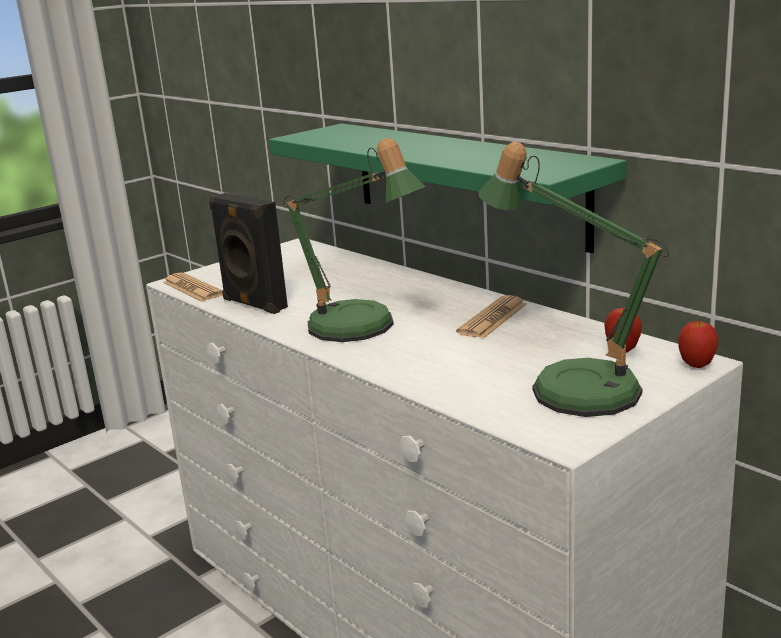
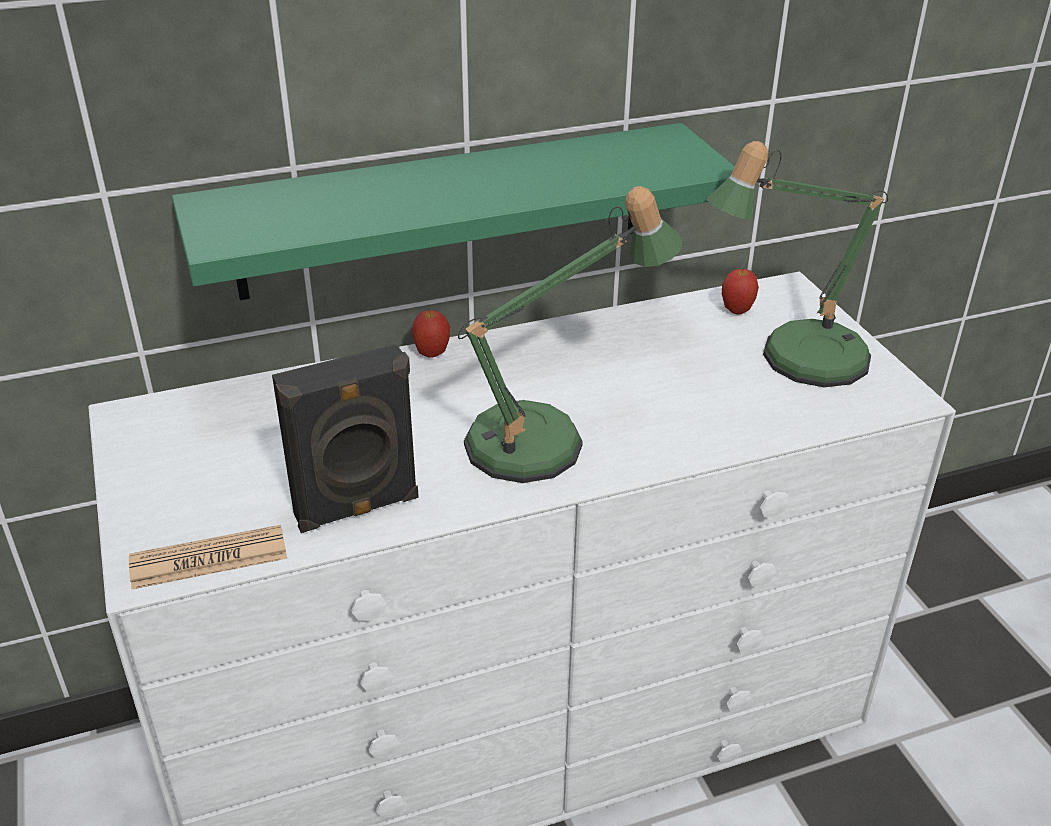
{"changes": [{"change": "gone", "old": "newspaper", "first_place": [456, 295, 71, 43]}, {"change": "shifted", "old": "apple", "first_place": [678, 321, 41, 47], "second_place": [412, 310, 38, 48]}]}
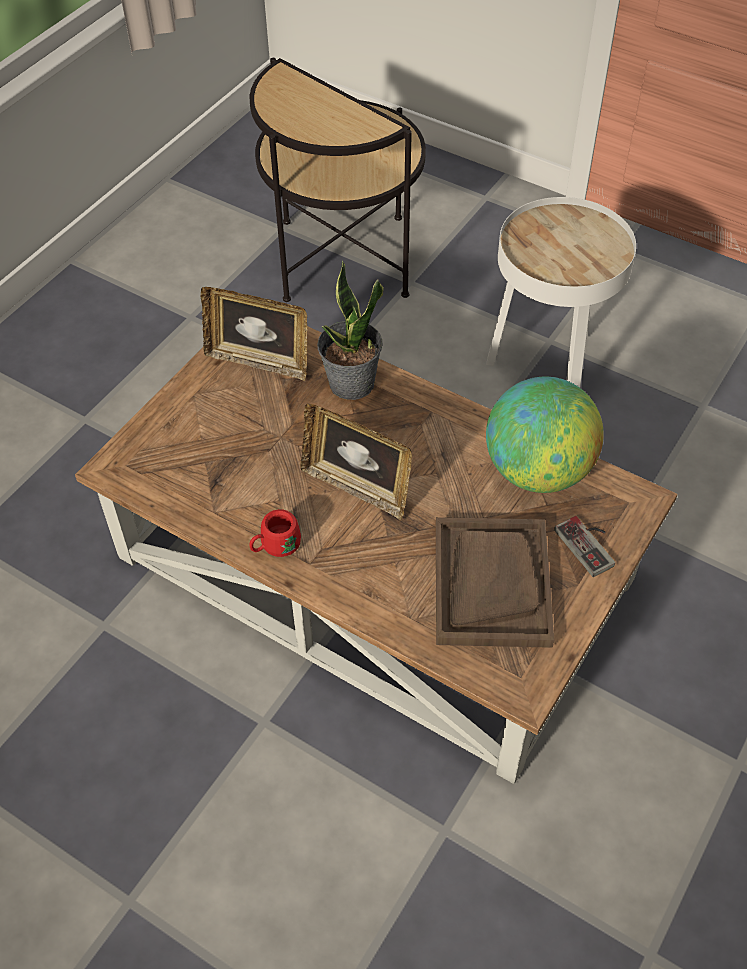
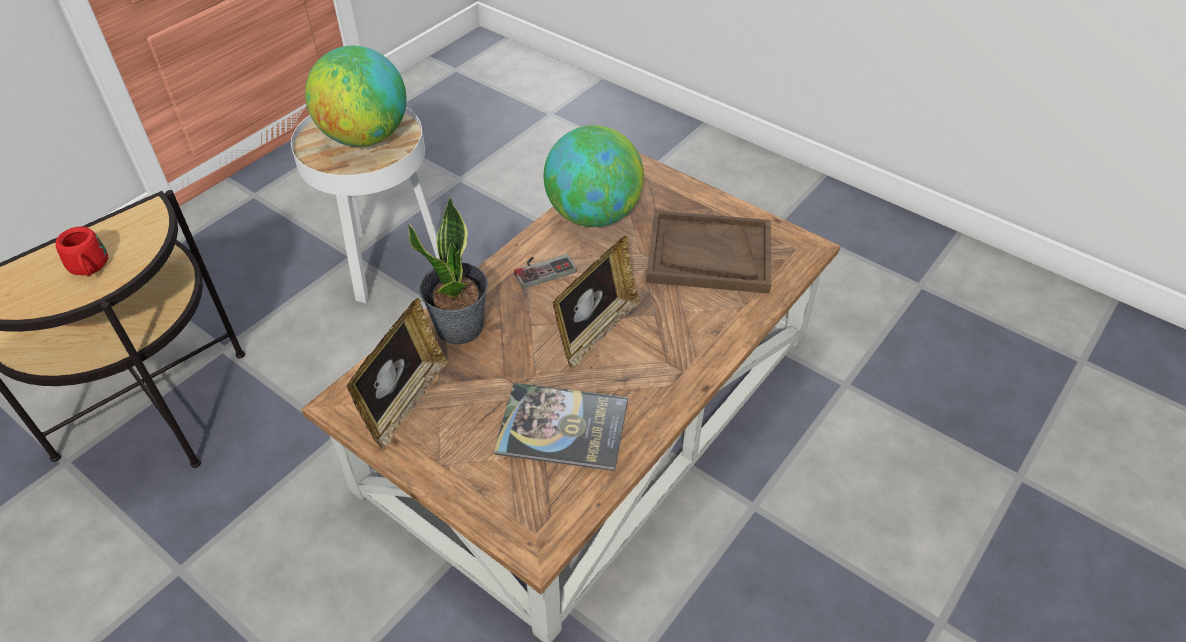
{"changes": [{"change": "shifted", "old": "red mug", "first_place": [249, 509, 52, 48], "second_place": [56, 226, 52, 50]}, {"change": "shifted", "old": "game controller", "first_place": [554, 516, 61, 61], "second_place": [514, 254, 63, 35]}, {"change": "new", "new": "globe", "second_place": [305, 46, 102, 101]}, {"change": "new", "new": "book", "second_place": [494, 383, 134, 88]}]}
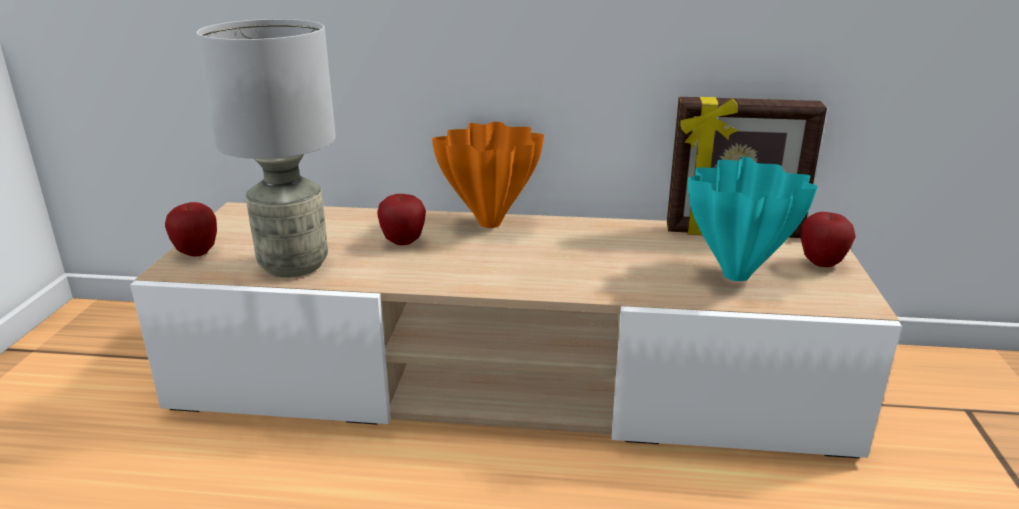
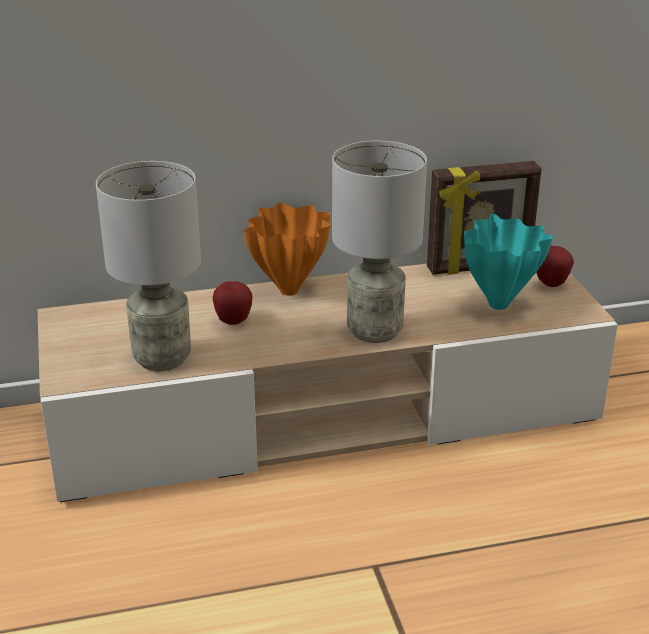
{"changes": [{"change": "gone", "old": "apple", "first_place": [165, 202, 52, 55]}, {"change": "new", "new": "grey table lamp", "second_place": [332, 141, 95, 202]}]}
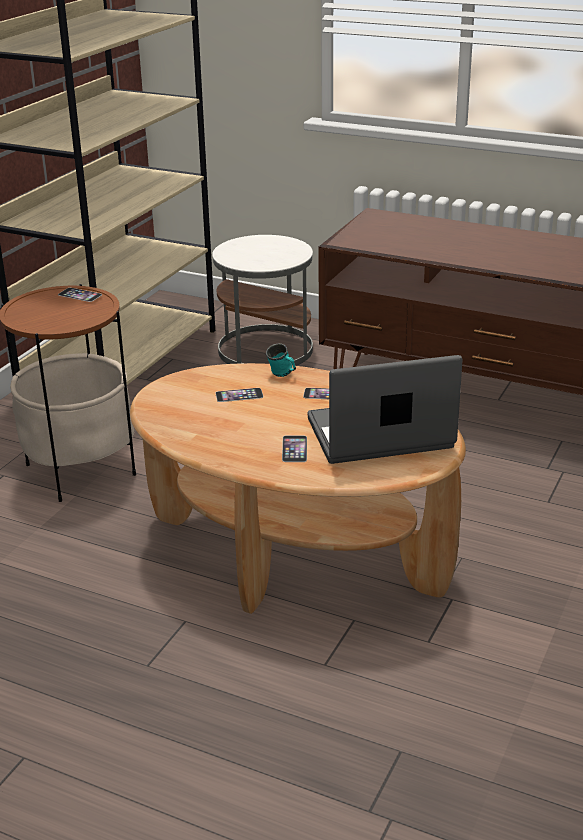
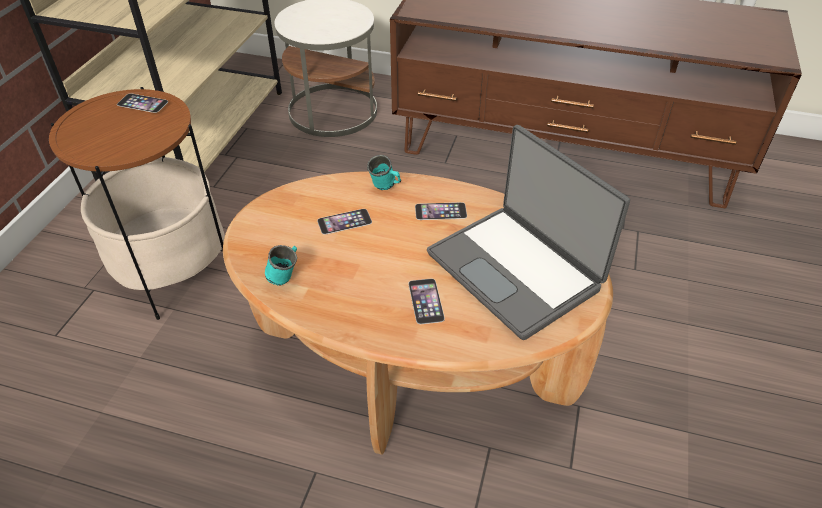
{"changes": [{"change": "rotated", "old": "laptop", "first_place": [308, 355, 155, 109], "second_place": [427, 125, 203, 215], "degrees": -105}, {"change": "new", "new": "turquoise mug", "second_place": [265, 245, 32, 41]}]}
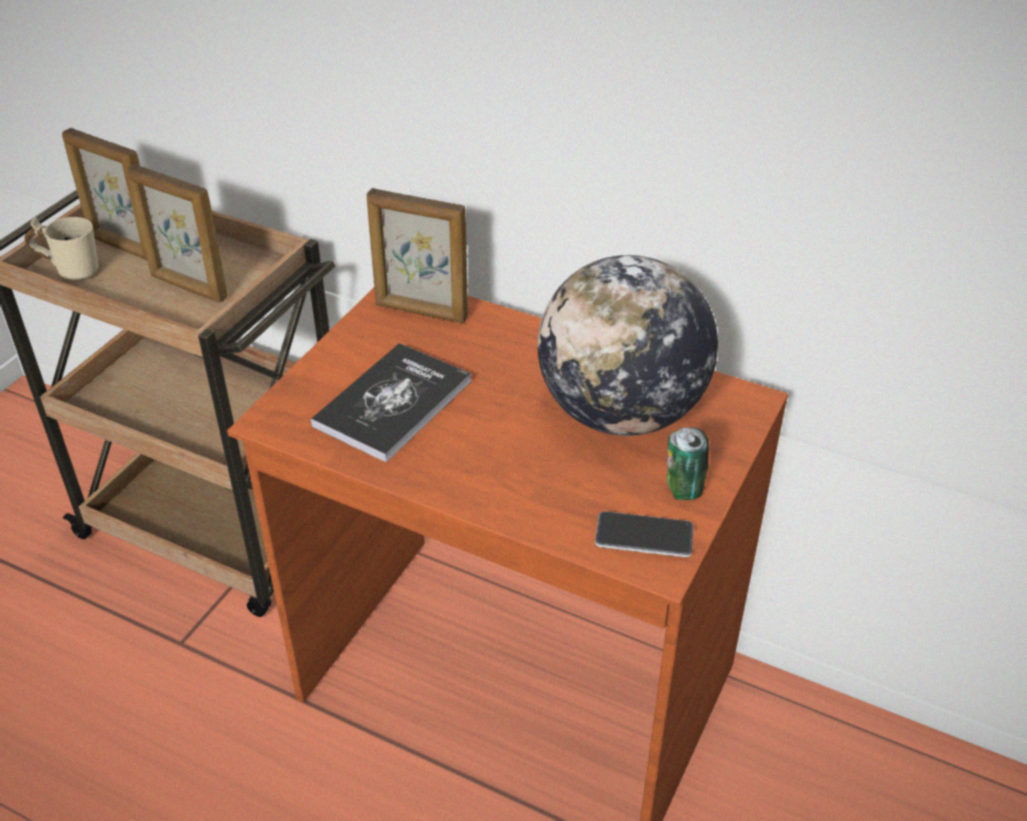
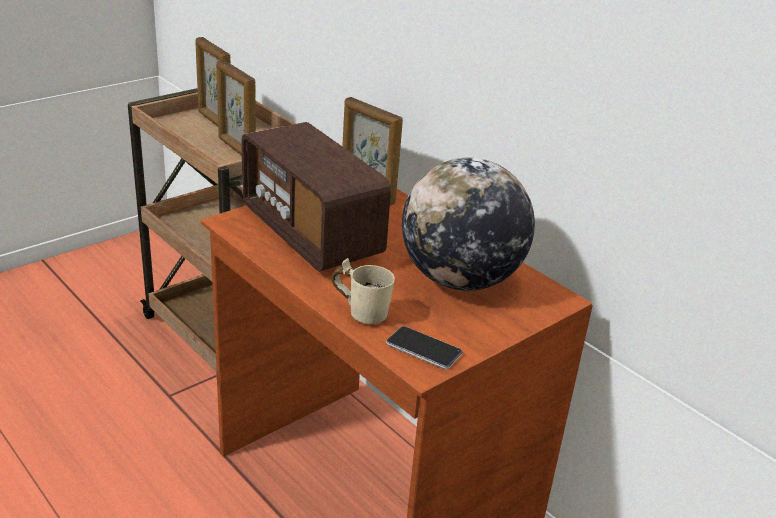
{"changes": [{"change": "shifted", "old": "beige mug", "first_place": [24, 217, 75, 63], "second_place": [332, 258, 63, 66]}, {"change": "swapped", "old": "book", "new": "radio", "first_place": [311, 343, 160, 119], "second_place": [241, 122, 150, 150]}, {"change": "gone", "old": "can", "first_place": [667, 427, 42, 73]}]}
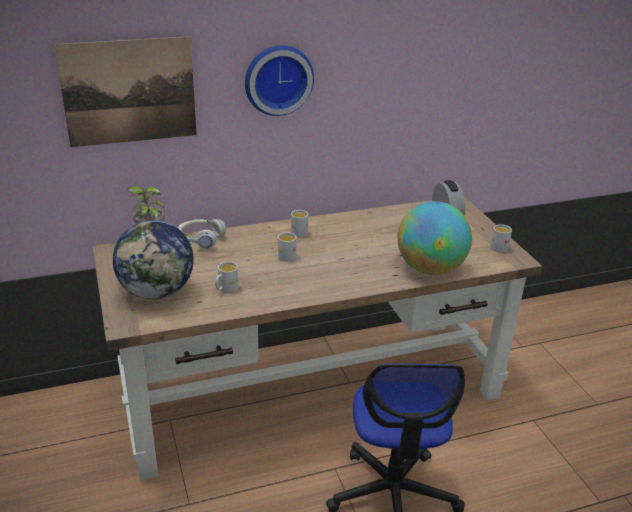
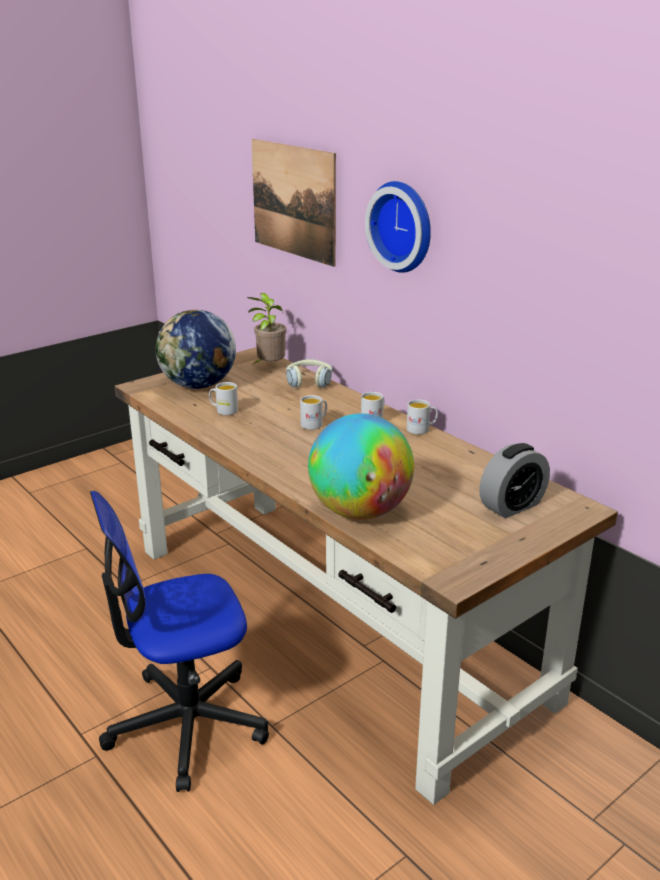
{"changes": [{"change": "shifted", "old": "white mug", "first_place": [491, 224, 21, 28], "second_place": [406, 400, 32, 35]}]}
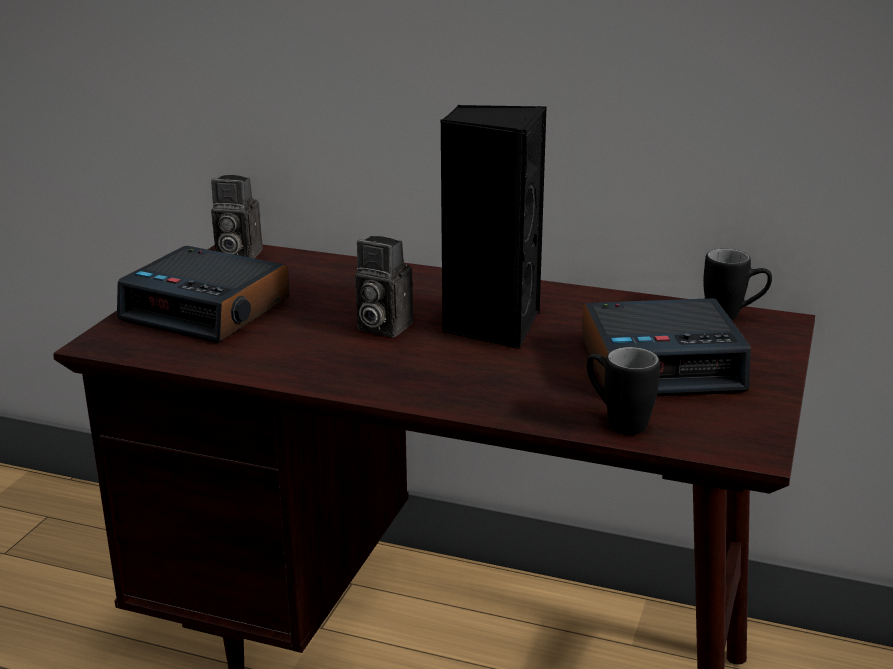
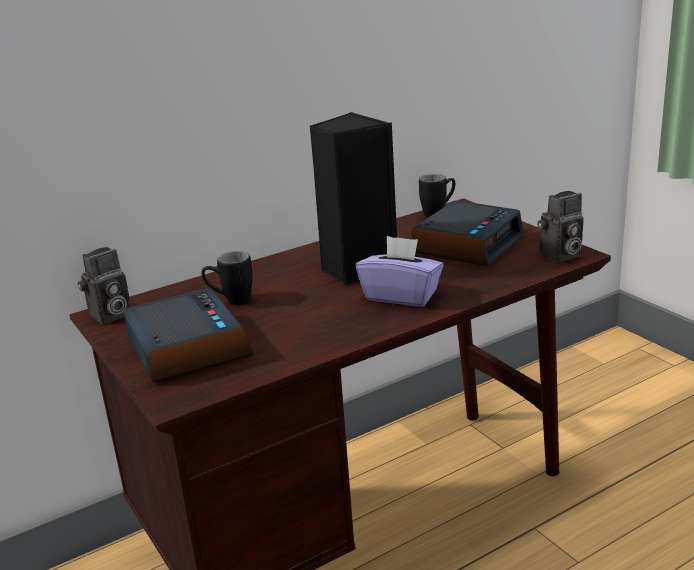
{"changes": [{"change": "shifted", "old": "photo camera", "first_place": [355, 236, 59, 102], "second_place": [538, 191, 46, 71]}, {"change": "rotated", "old": "alarm clock", "first_place": [117, 246, 173, 97], "second_place": [124, 288, 129, 94], "degrees": -90}, {"change": "shifted", "old": "black mug", "first_place": [587, 347, 73, 88], "second_place": [202, 251, 51, 54]}, {"change": "new", "new": "purple tissue box", "second_place": [356, 236, 88, 71]}]}
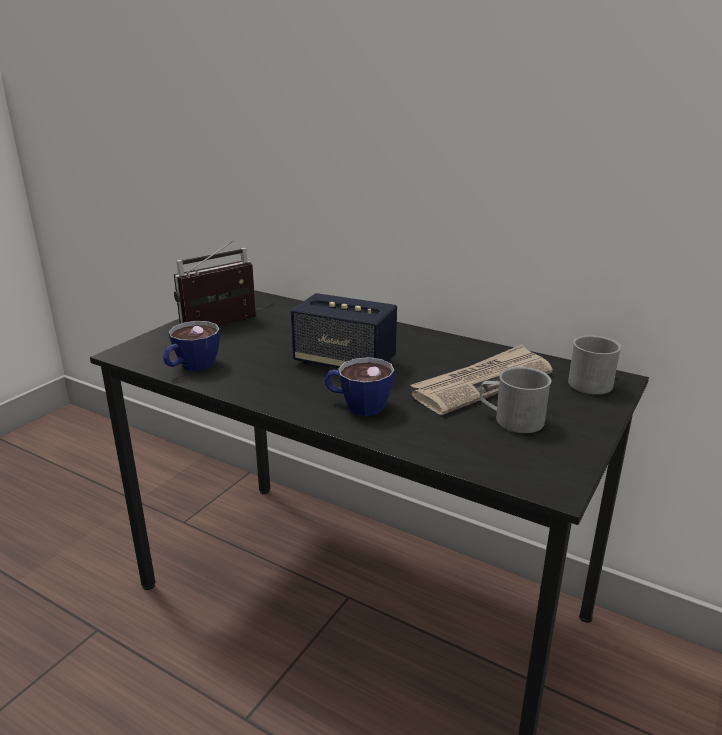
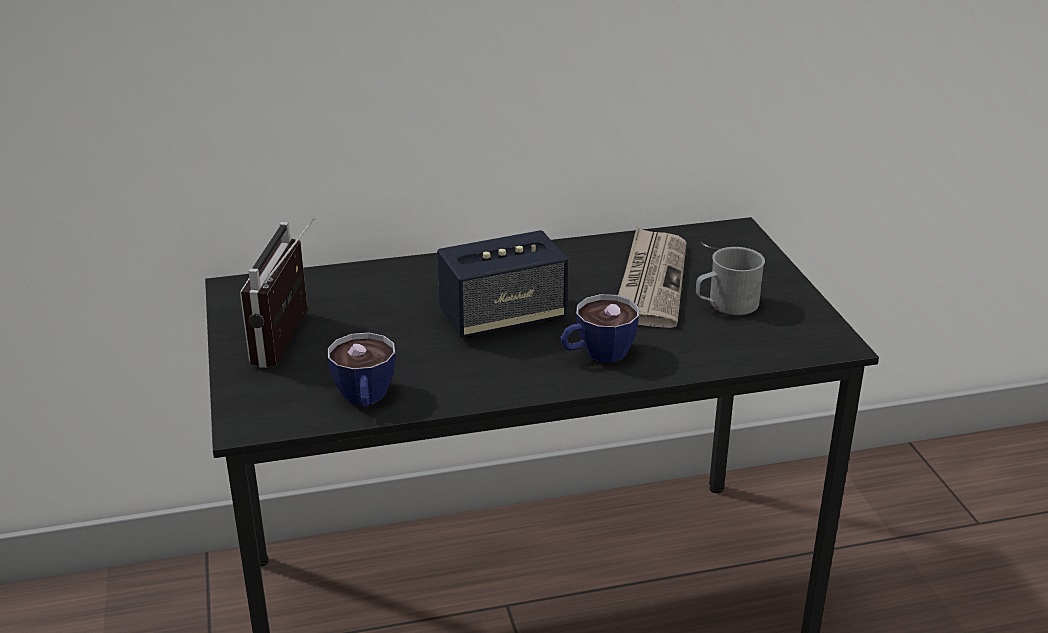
{"changes": [{"change": "gone", "old": "grey mug", "first_place": [568, 335, 53, 60]}]}
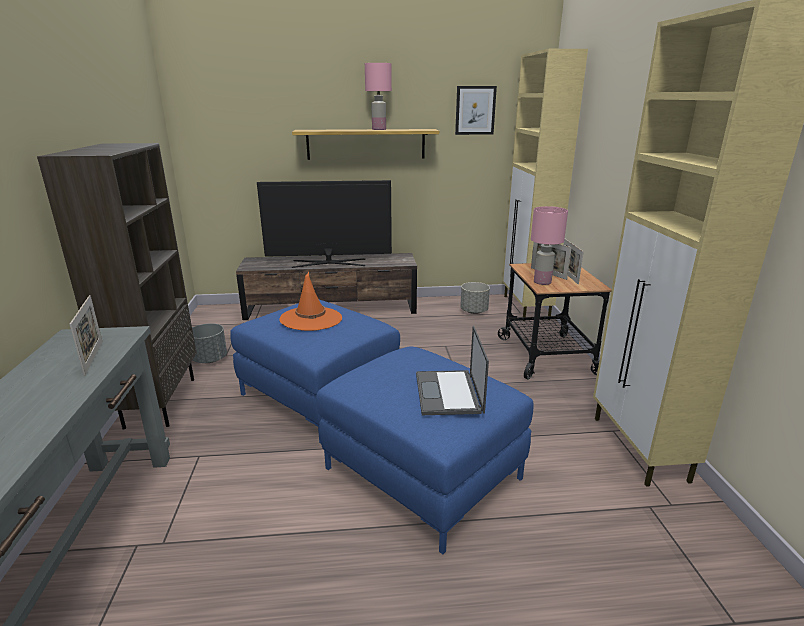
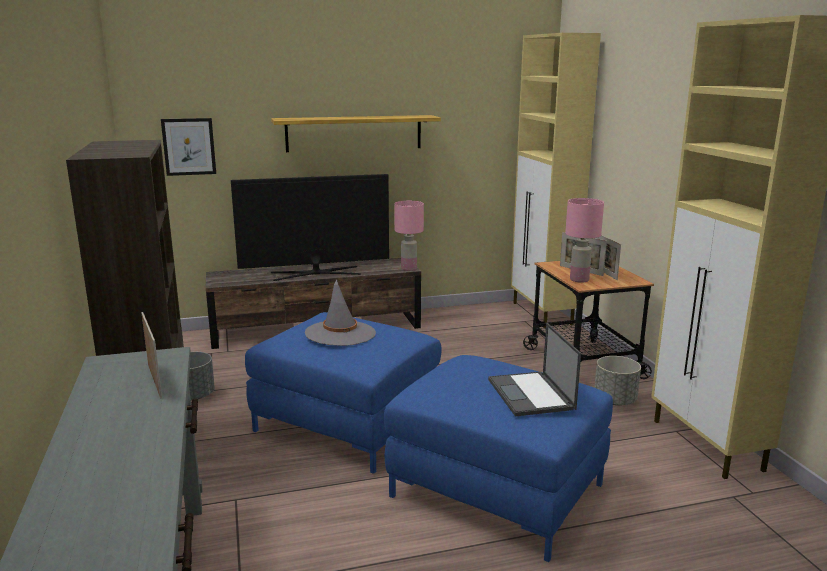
{"changes": [{"change": "shifted", "old": "pink table lamp", "first_place": [365, 63, 27, 67], "second_place": [394, 201, 30, 70]}, {"change": "shifted", "old": "picture", "first_place": [455, 86, 42, 49], "second_place": [161, 118, 55, 58]}, {"change": "repainted", "old": "orange hat", "new": "grey hat", "first_place": [279, 272, 63, 59], "second_place": [305, 280, 71, 66]}, {"change": "shifted", "old": "grey planter", "first_place": [460, 282, 30, 32], "second_place": [594, 356, 47, 49]}]}
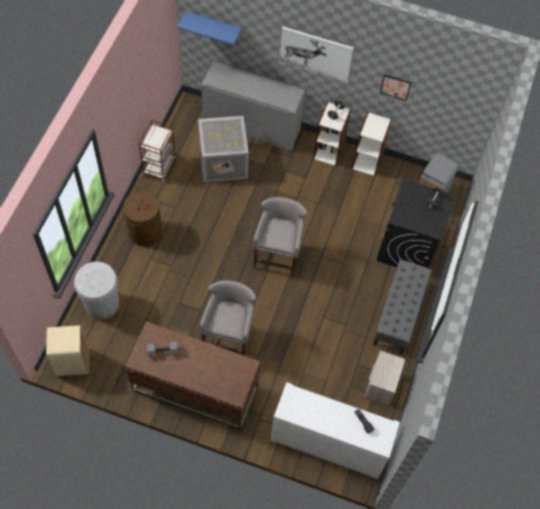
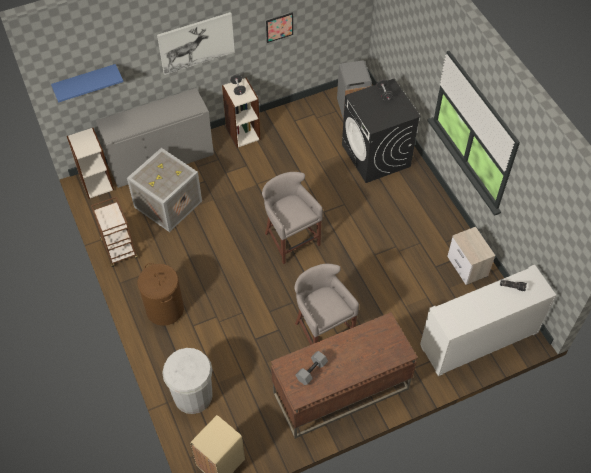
{"changes": [{"change": "shifted", "old": "bookcase", "first_place": [352, 112, 40, 64], "second_place": [67, 128, 47, 71]}, {"change": "gone", "old": "grey bench", "first_place": [373, 260, 58, 95]}]}
